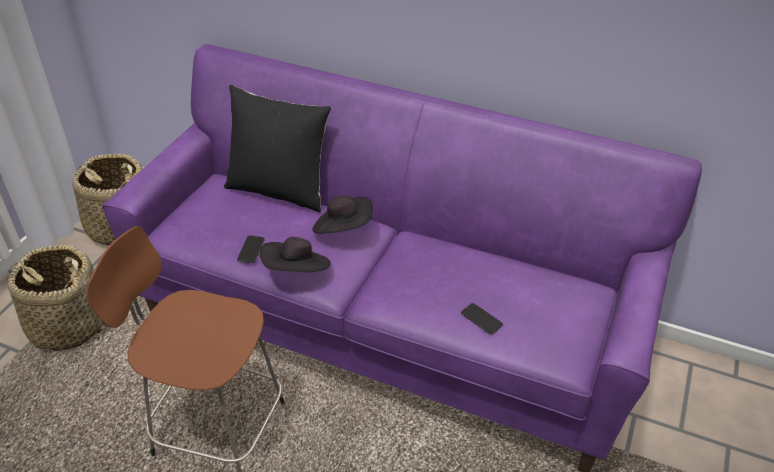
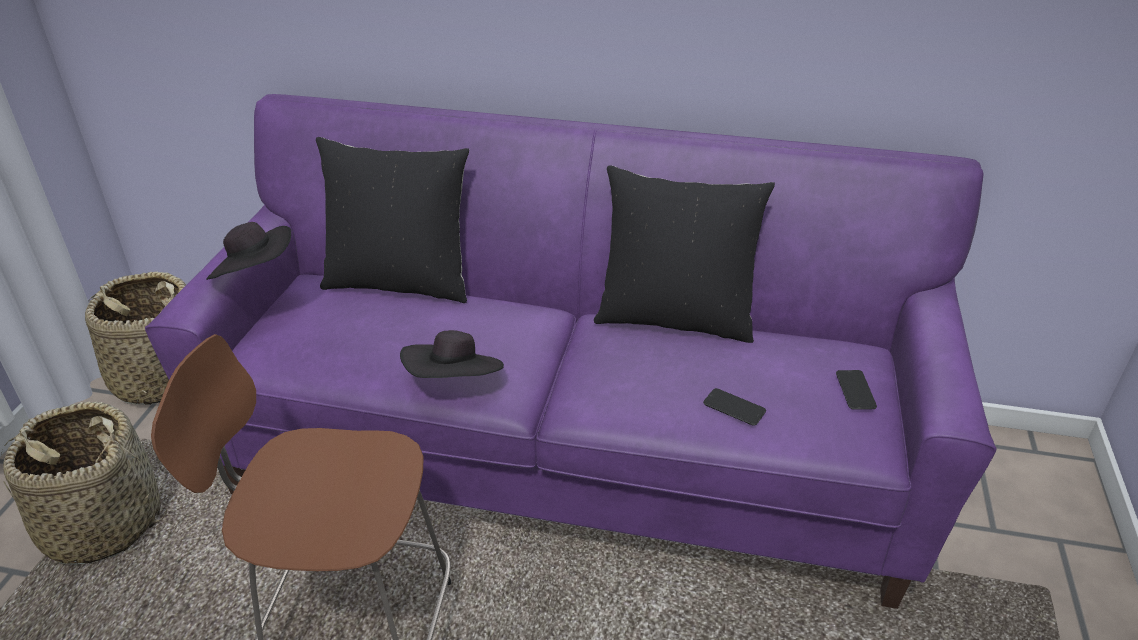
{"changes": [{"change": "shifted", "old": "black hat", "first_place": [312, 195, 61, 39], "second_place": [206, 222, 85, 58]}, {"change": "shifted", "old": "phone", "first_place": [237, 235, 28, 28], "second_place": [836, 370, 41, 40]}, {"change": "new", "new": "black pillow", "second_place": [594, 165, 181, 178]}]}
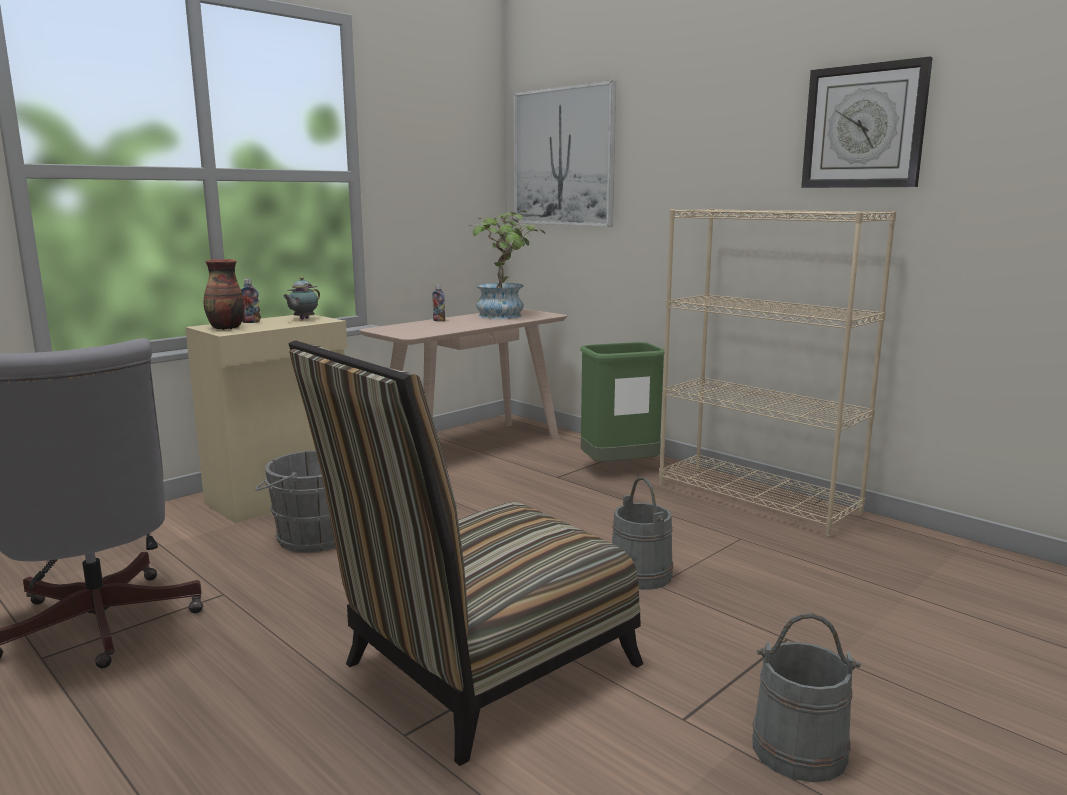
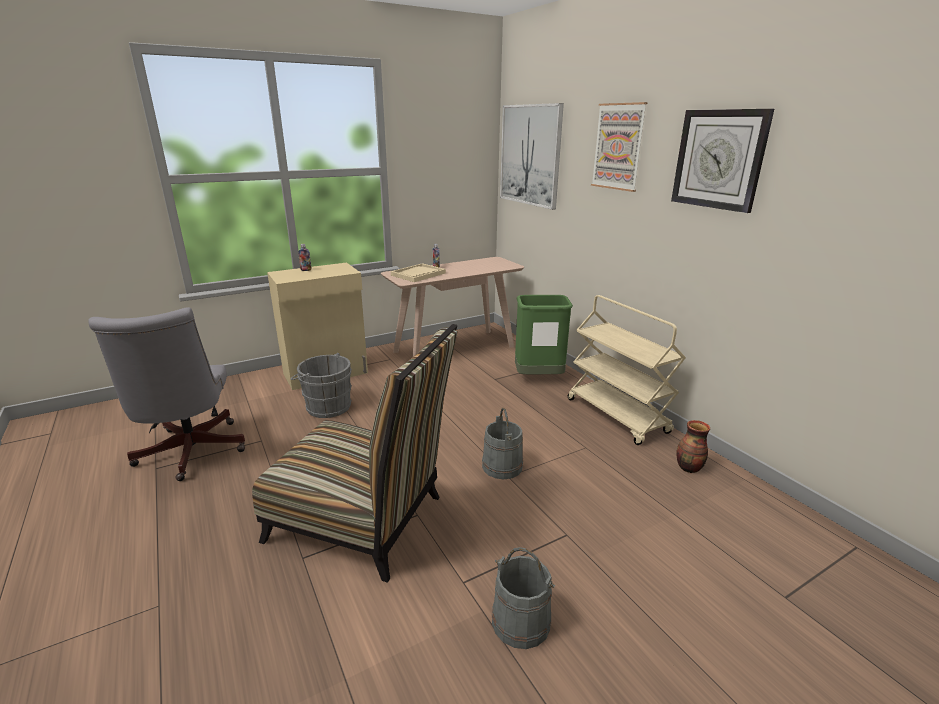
{"changes": [{"change": "swapped", "old": "beige bookcase", "new": "beige cart", "first_place": [659, 208, 237, 329], "second_place": [568, 295, 118, 150]}, {"change": "gone", "old": "potted plant", "first_place": [469, 210, 76, 109]}, {"change": "shifted", "old": "vase", "first_place": [204, 259, 41, 71], "second_place": [677, 420, 33, 53]}, {"change": "gone", "old": "teapot", "first_place": [283, 277, 37, 43]}, {"change": "rotated", "old": "chair", "first_place": [289, 340, 354, 426], "second_place": [252, 324, 205, 259], "degrees": -135}, {"change": "new", "new": "picture", "second_place": [591, 102, 57, 90]}, {"change": "new", "new": "beige tray", "second_place": [391, 263, 55, 19]}]}
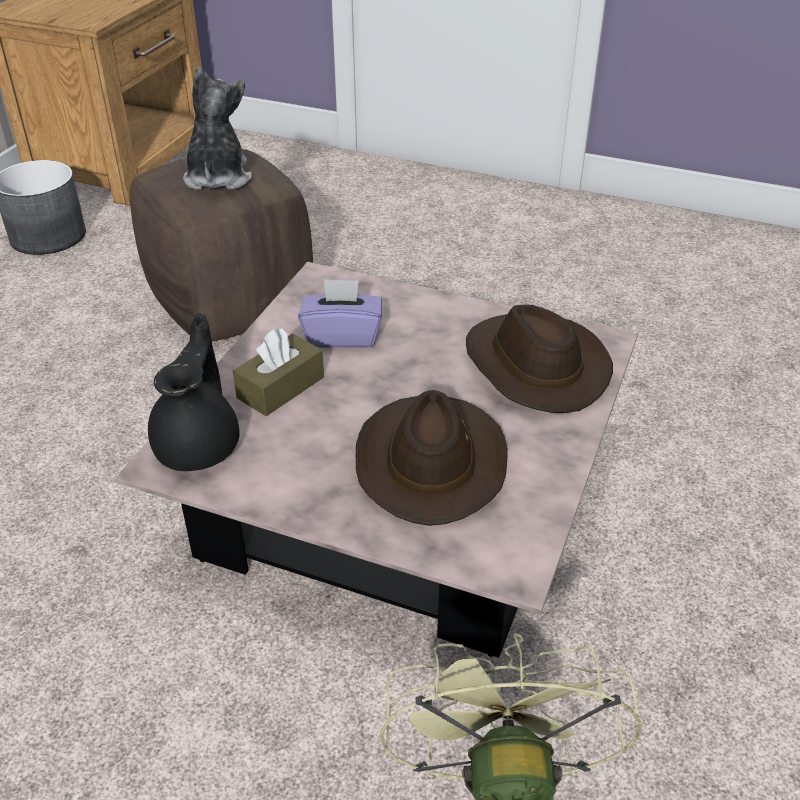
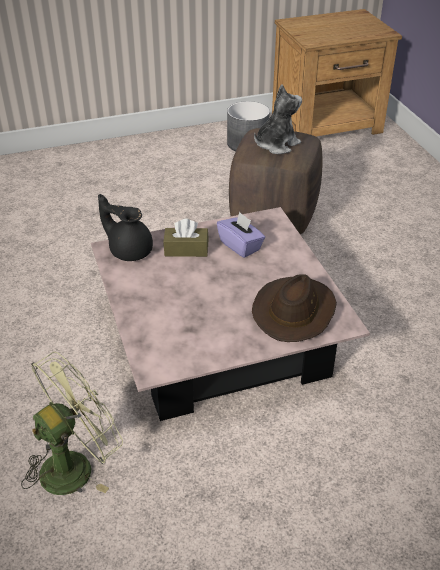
{"changes": [{"change": "rotated", "old": "black teapot", "first_place": [148, 313, 92, 158], "second_place": [98, 194, 55, 67], "degrees": -120}, {"change": "gone", "old": "brown hat", "first_place": [356, 390, 152, 136]}]}
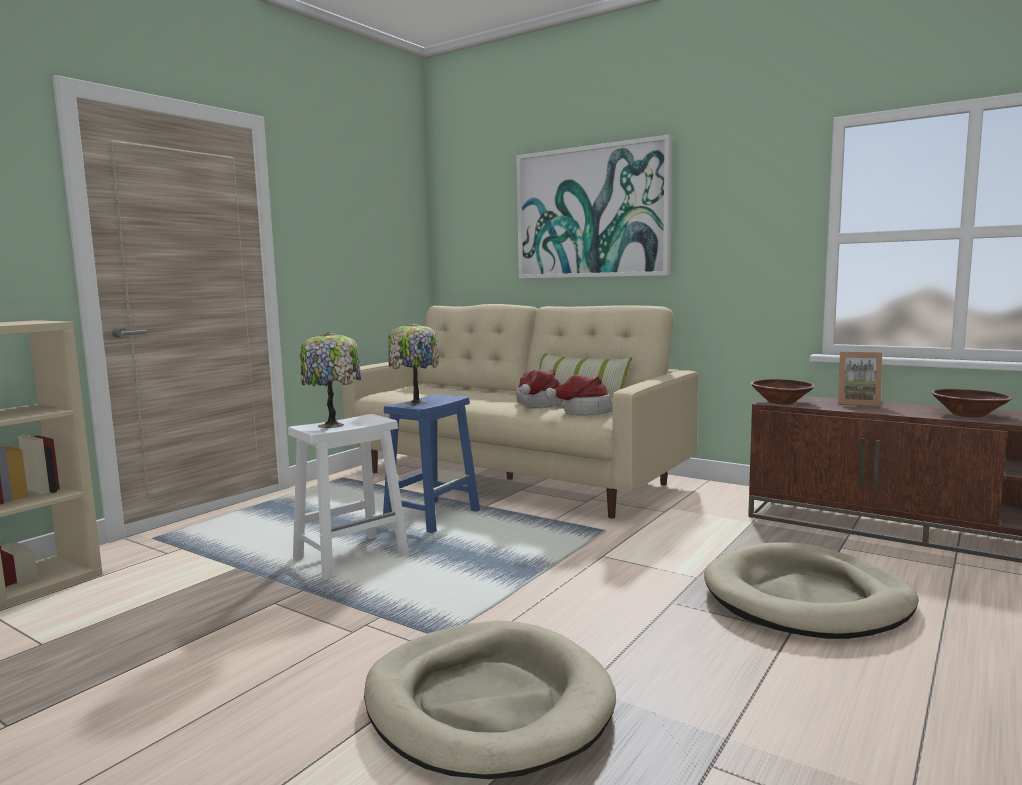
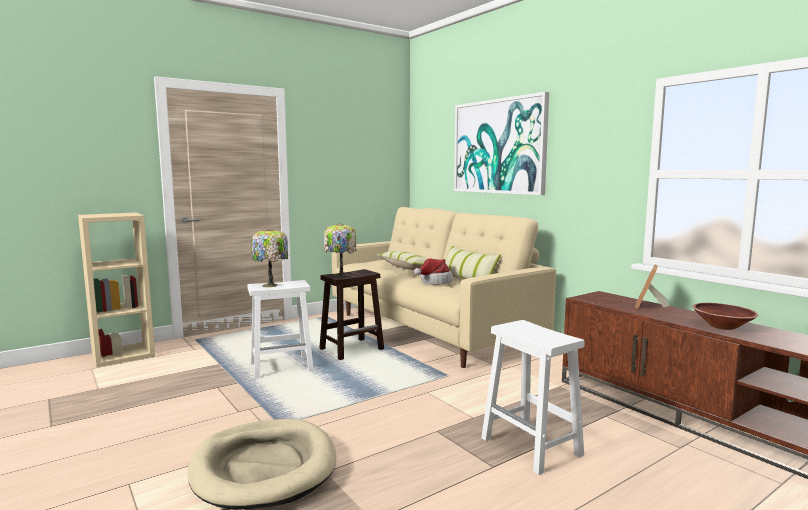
{"changes": [{"change": "rotated", "old": "picture frame", "first_place": [838, 352, 44, 55], "second_place": [635, 264, 34, 45], "degrees": 75}, {"change": "gone", "old": "hat", "first_place": [545, 375, 68, 40]}, {"change": "gone", "old": "brown bowl", "first_place": [750, 379, 65, 25]}, {"change": "repainted", "old": "blue stool", "new": "brown stool", "first_place": [383, 394, 97, 139], "second_place": [319, 269, 65, 91]}, {"change": "swapped", "old": "beige dog bed", "new": "white stool", "first_place": [704, 542, 215, 97], "second_place": [481, 320, 104, 155]}, {"change": "new", "new": "pillow", "second_place": [377, 251, 50, 19]}]}
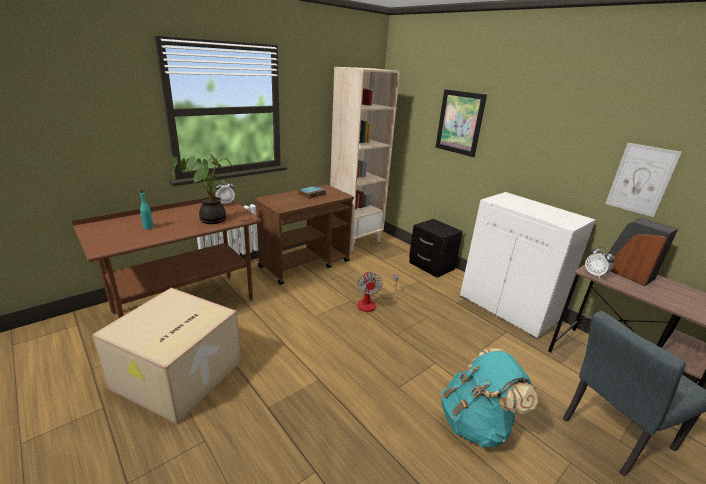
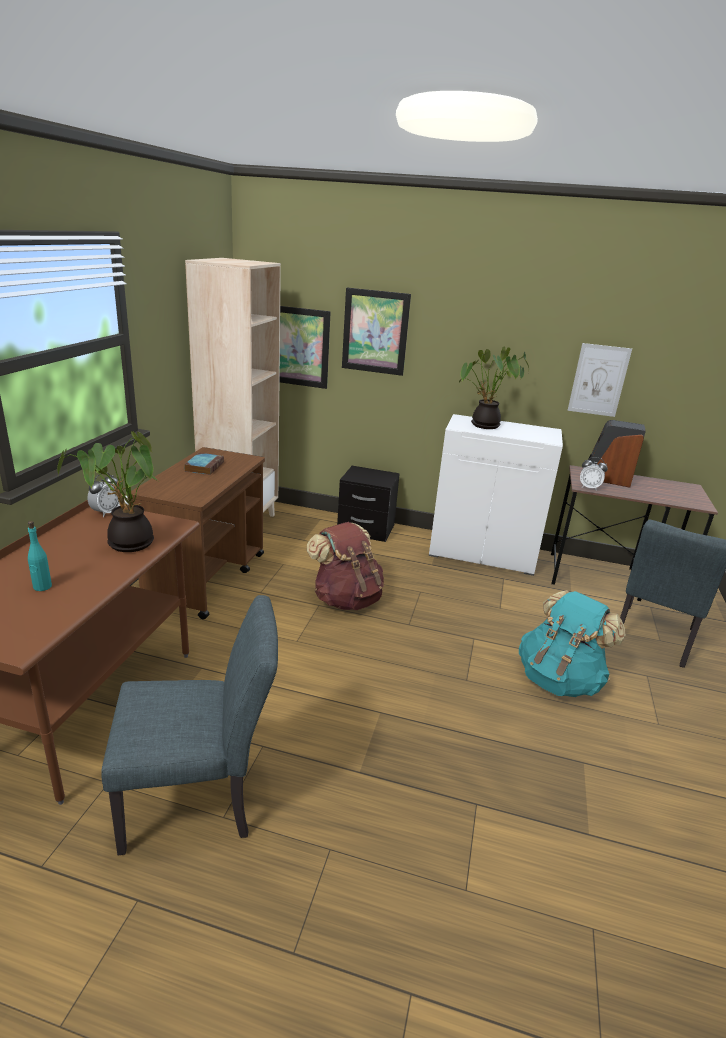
{"changes": [{"change": "swapped", "old": "fan", "new": "brown backpack", "first_place": [357, 271, 42, 41], "second_place": [307, 522, 77, 88]}, {"change": "swapped", "old": "cardboard box", "new": "grey chair", "first_place": [92, 288, 149, 136], "second_place": [101, 595, 177, 261]}, {"change": "new", "new": "picture", "second_place": [279, 306, 52, 83]}, {"change": "new", "new": "potted plant", "second_place": [459, 347, 70, 82]}]}
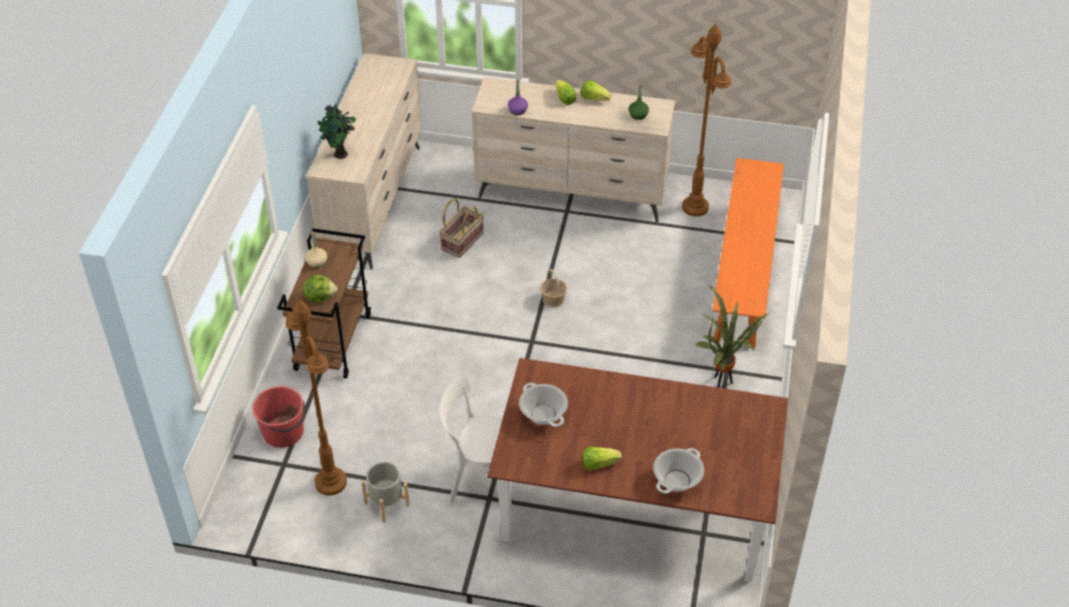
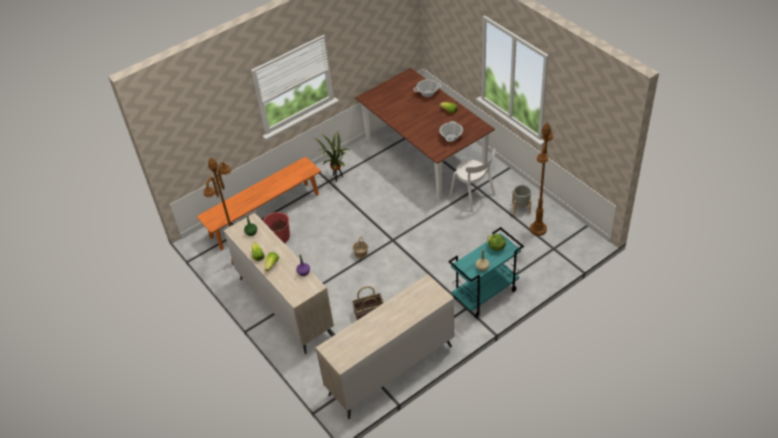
{"changes": [{"change": "gone", "old": "potted plant", "first_place": [317, 105, 40, 54]}, {"change": "repainted", "old": "brown cart", "new": "turquoise cart", "first_place": [277, 228, 94, 151], "second_place": [448, 227, 76, 91]}, {"change": "shifted", "old": "red bucket", "first_place": [252, 386, 54, 62], "second_place": [263, 212, 27, 31]}]}
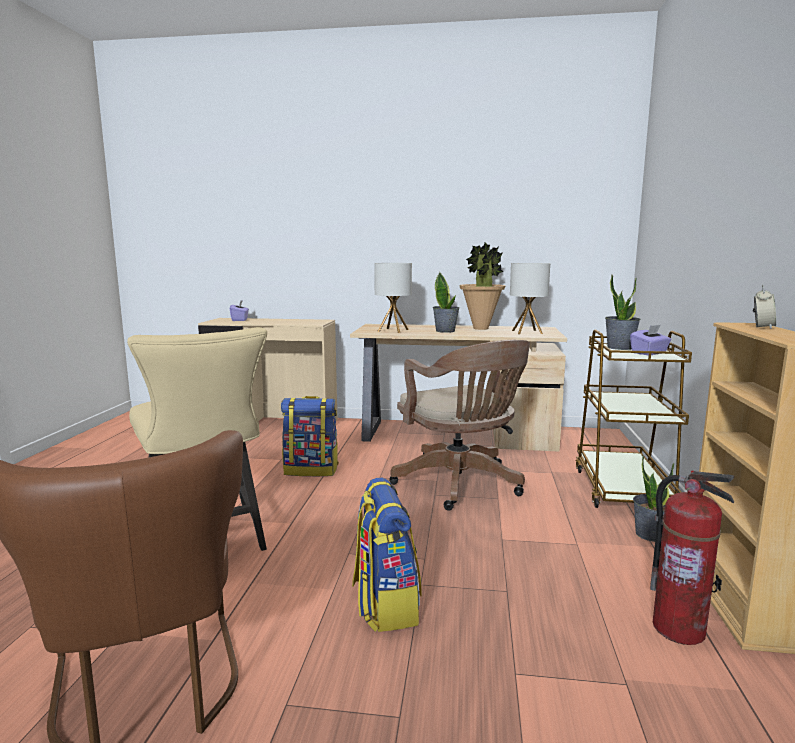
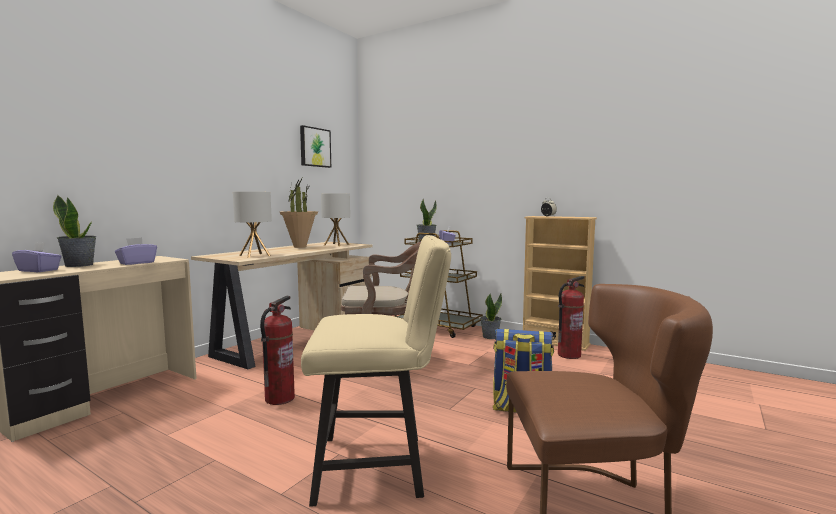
{"changes": [{"change": "shifted", "old": "potted plant", "first_place": [433, 272, 26, 61], "second_place": [53, 195, 44, 72]}, {"change": "swapped", "old": "backpack", "new": "fire extinguisher", "first_place": [281, 396, 58, 80], "second_place": [260, 296, 35, 109]}, {"change": "new", "new": "picture", "second_place": [300, 125, 31, 43]}, {"change": "new", "new": "purple tissue box", "second_place": [115, 237, 42, 28]}]}
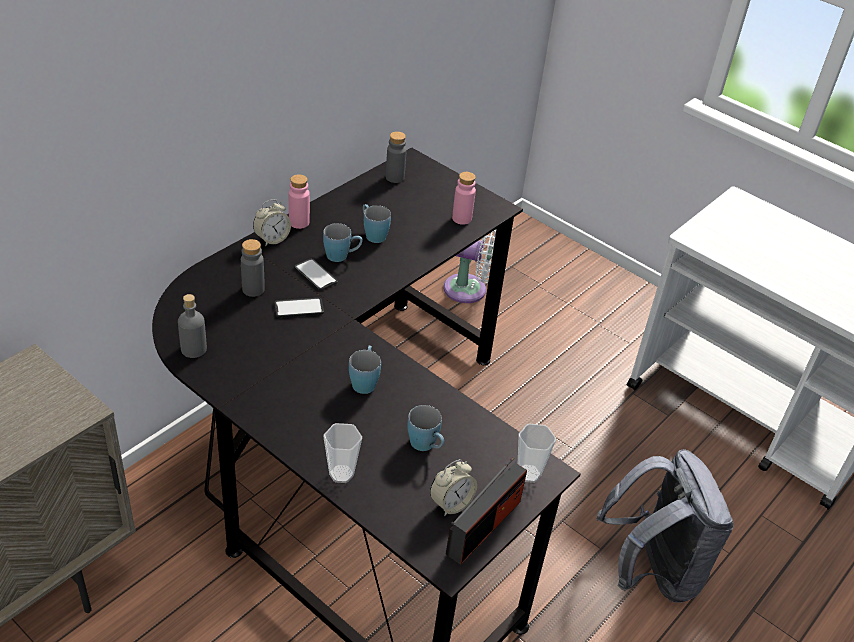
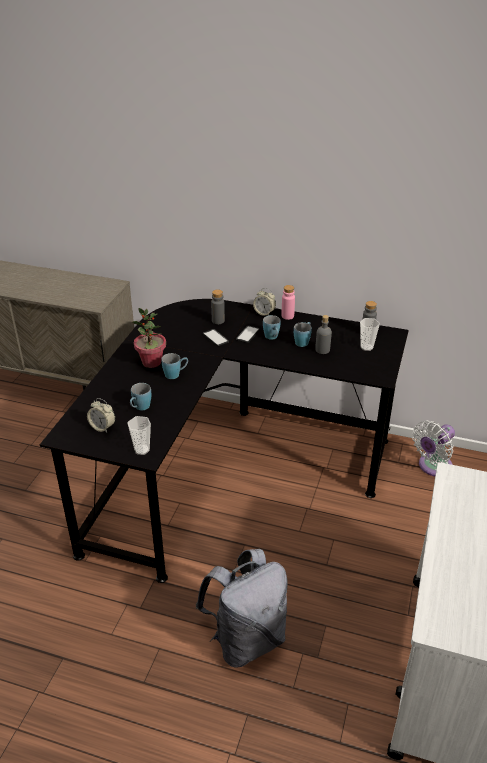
{"changes": [{"change": "gone", "old": "pink bottle", "first_place": [452, 172, 24, 53]}, {"change": "rotated", "old": "white fan", "first_place": [444, 229, 52, 74], "second_place": [412, 421, 43, 55], "degrees": 60}, {"change": "shifted", "old": "grey bottle", "first_place": [178, 294, 29, 64], "second_place": [315, 315, 17, 39]}, {"change": "shifted", "old": "cup", "first_place": [323, 423, 39, 60], "second_place": [360, 318, 20, 33]}, {"change": "gone", "old": "radio", "first_place": [446, 457, 81, 108]}, {"change": "new", "new": "potted plant", "second_place": [131, 308, 35, 60]}]}
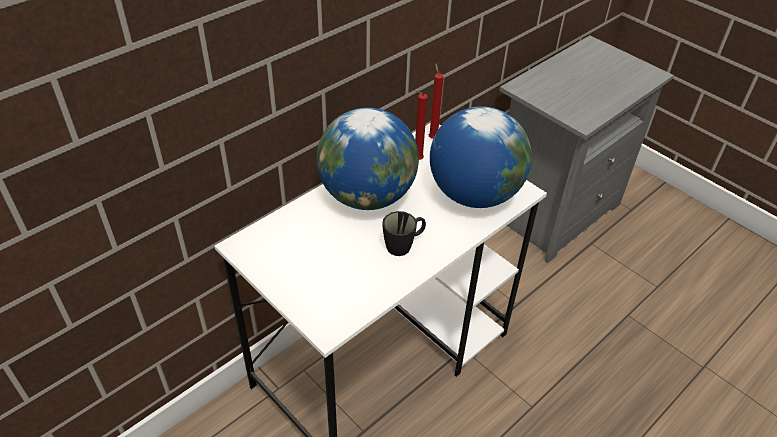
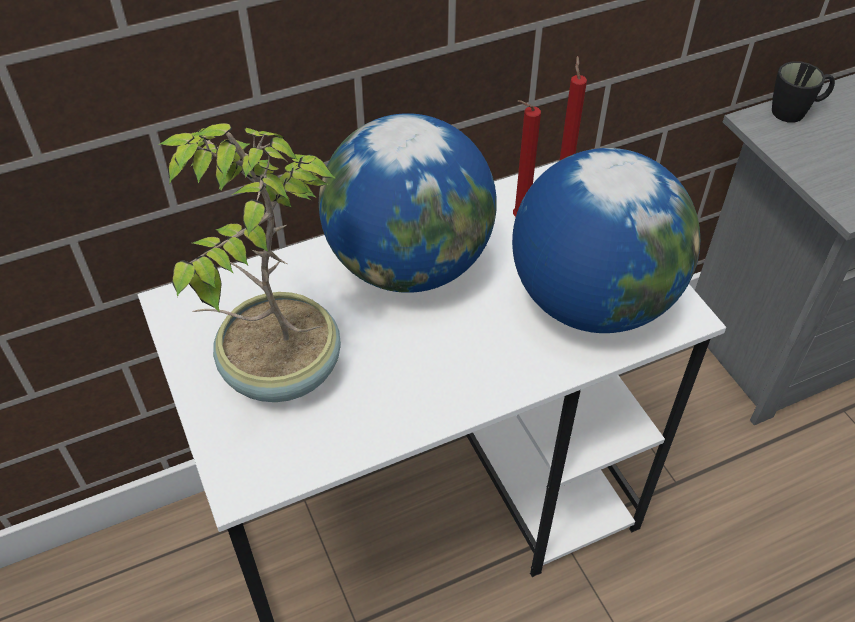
{"changes": [{"change": "shifted", "old": "black mug", "first_place": [382, 211, 44, 45], "second_place": [772, 61, 63, 62]}, {"change": "new", "new": "potted plant", "second_place": [158, 123, 183, 279]}]}
